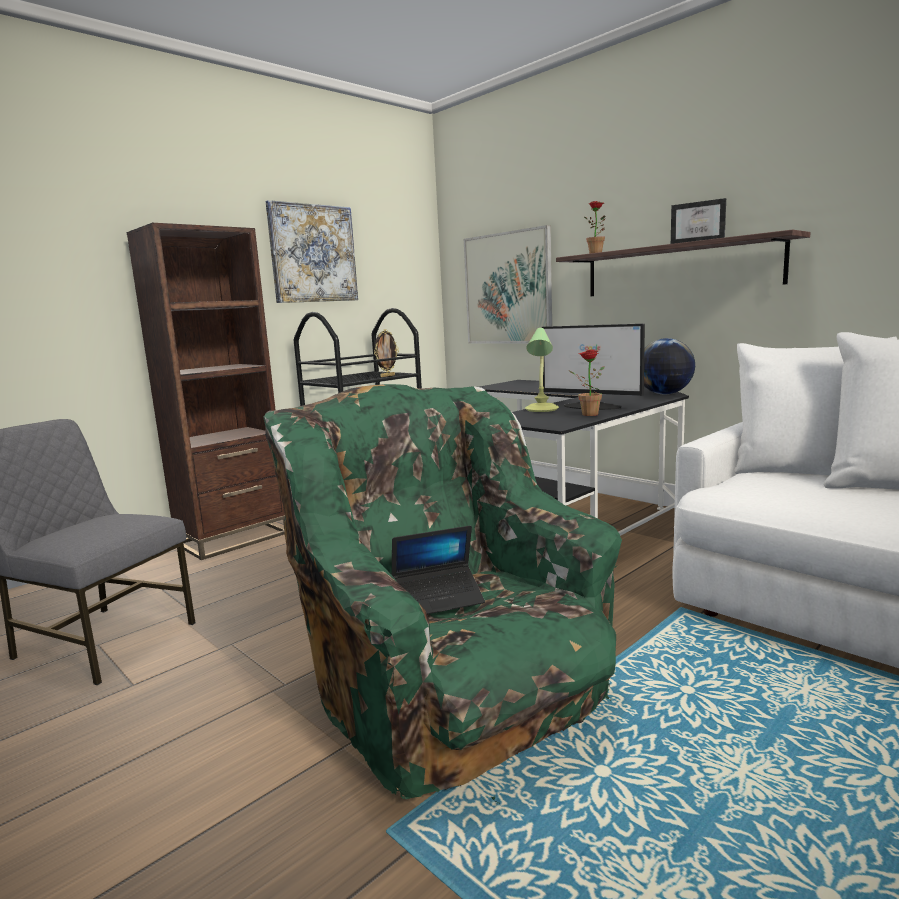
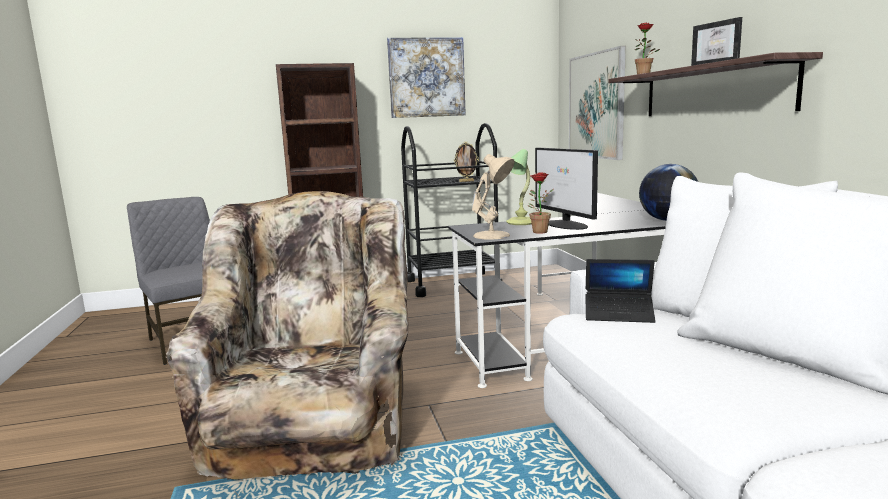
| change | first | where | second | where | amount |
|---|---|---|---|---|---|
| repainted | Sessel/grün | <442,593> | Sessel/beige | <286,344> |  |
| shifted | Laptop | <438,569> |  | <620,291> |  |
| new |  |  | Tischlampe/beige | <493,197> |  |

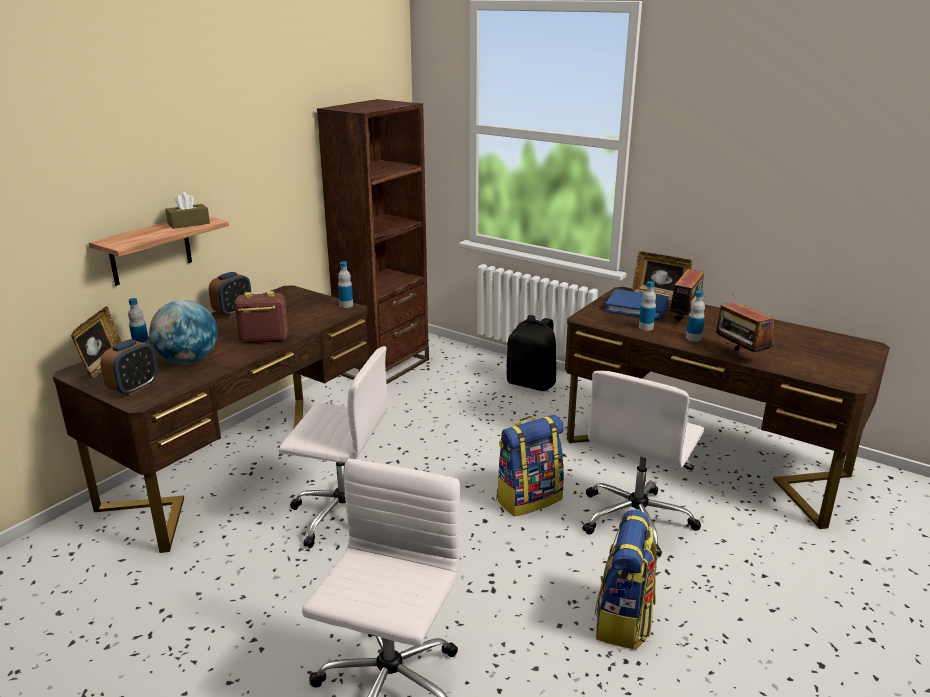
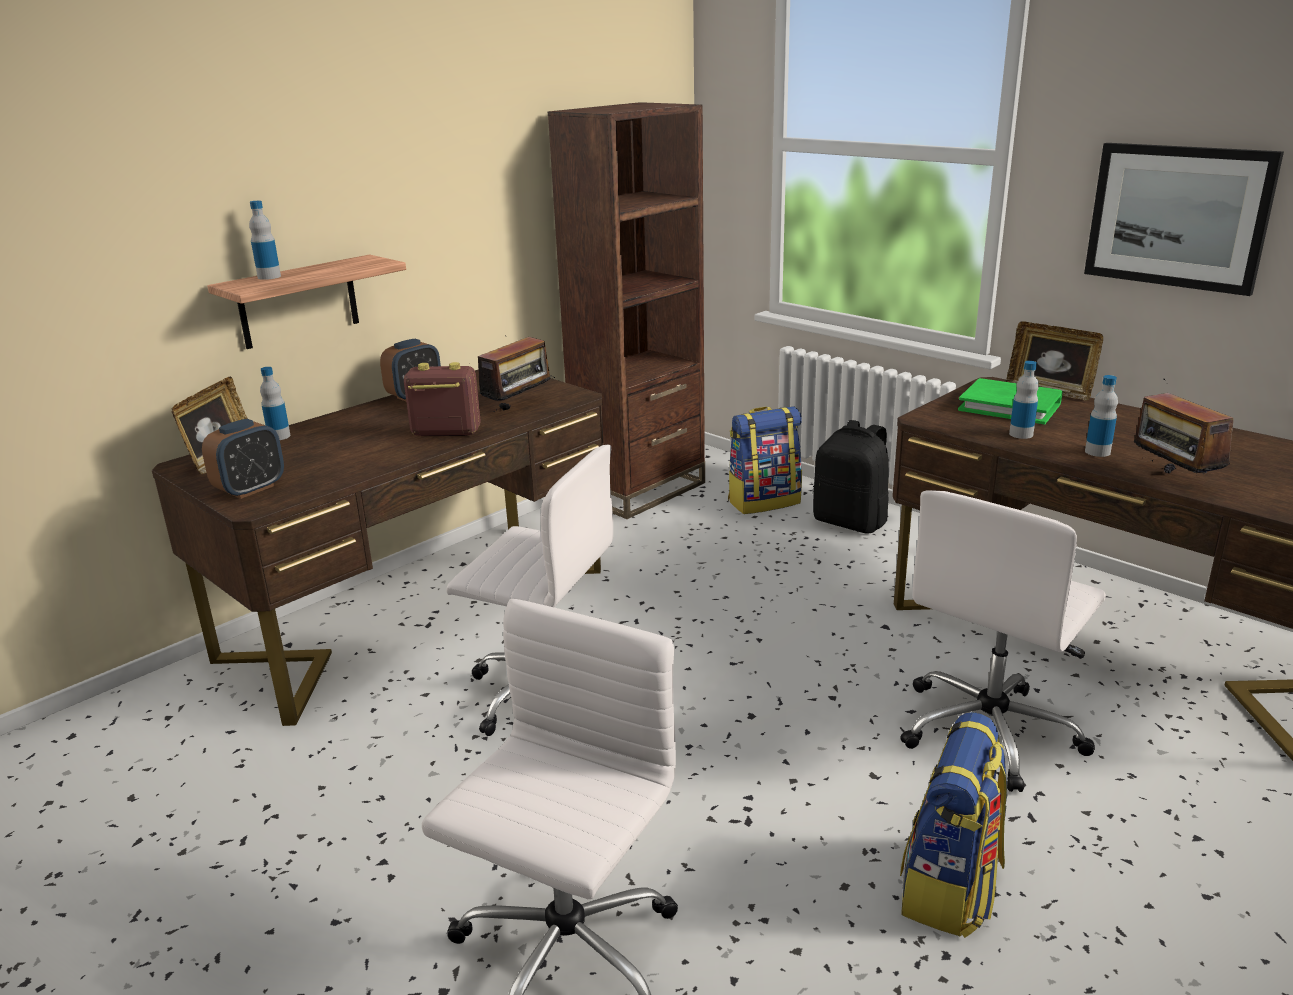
| change | first | where | second | where | amount |
|---|---|---|---|---|---|
| gone | Taschentuchbox/braun | <187,210> |  |  |  |
| shifted | Flasche | <345,285> |  | <265,240> |  |
| shifted | Radio | <687,294> |  | <516,374> |  |
| repainted | Buch/blau | <636,304> | Buch/grün | <1010,401> |  |
| gone | Globus | <183,332> |  |  |  |
| shifted | Rucksack | <530,466> |  | <765,460> |  |
| new |  |  | Bild | <1184,219> |  |

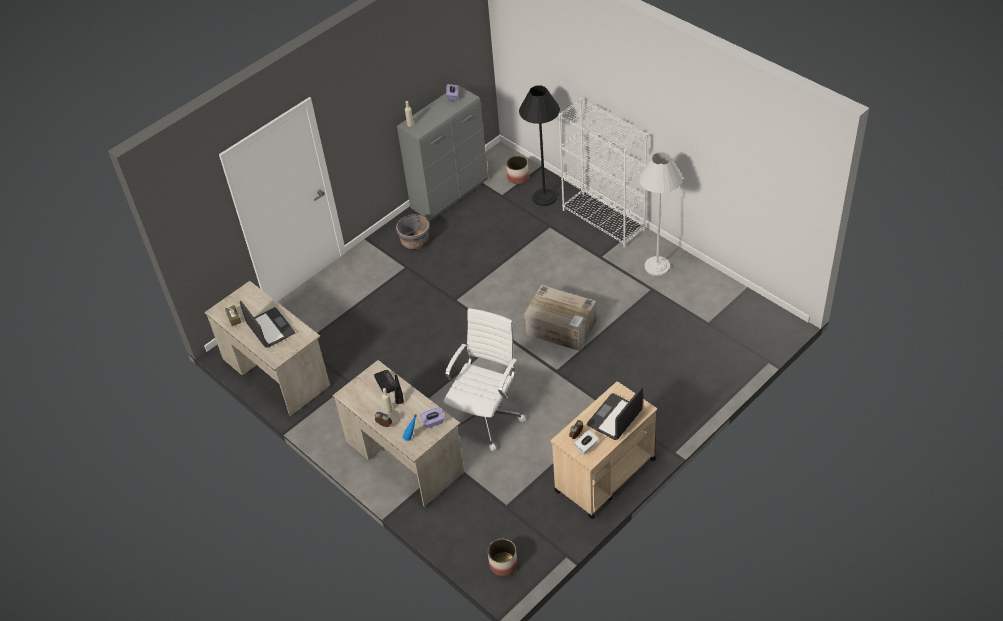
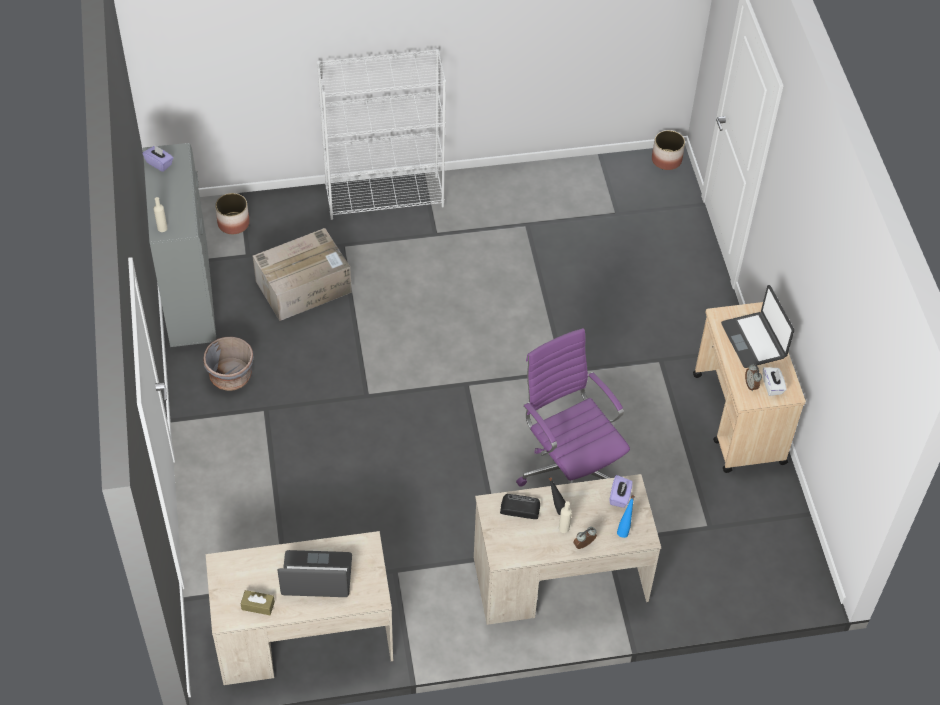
| change | first | where | second | where | amount |
|---|---|---|---|---|---|
| gone | Stehlampe/schwarz | <539,145> |  |  |  |
| gone | Stehlampe/weiß | <660,214> |  |  |  |
| shifted | Karton | <560,318> |  | <302,274> |  |
| repainted | Bürostuhl/weiß | <485,379> | Bürostuhl/lila | <573,407> |  |
| shifted | Pflanzkübel | <503,557> |  | <668,150> |  |

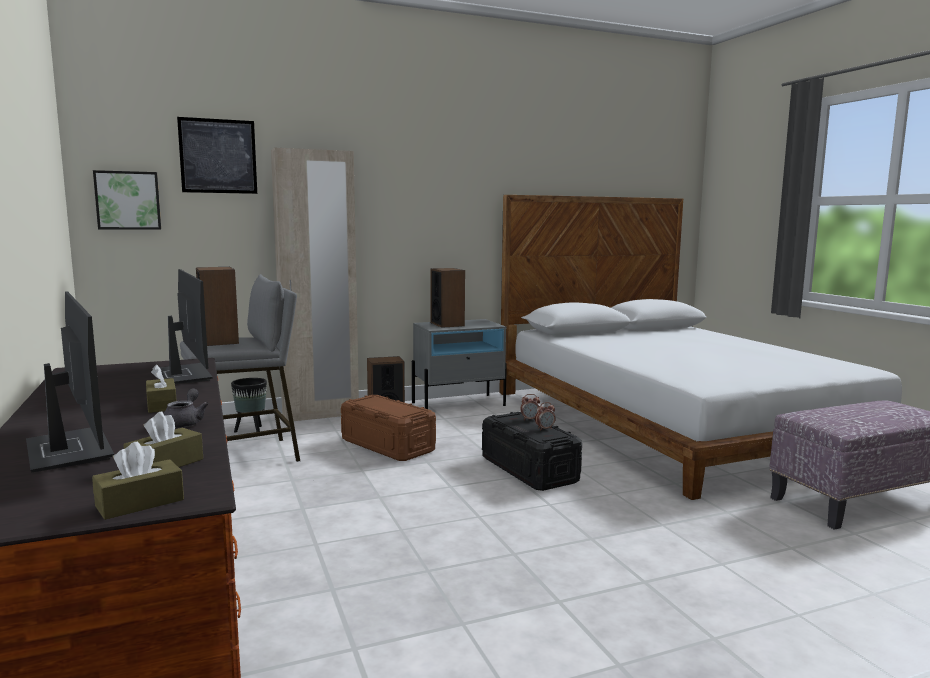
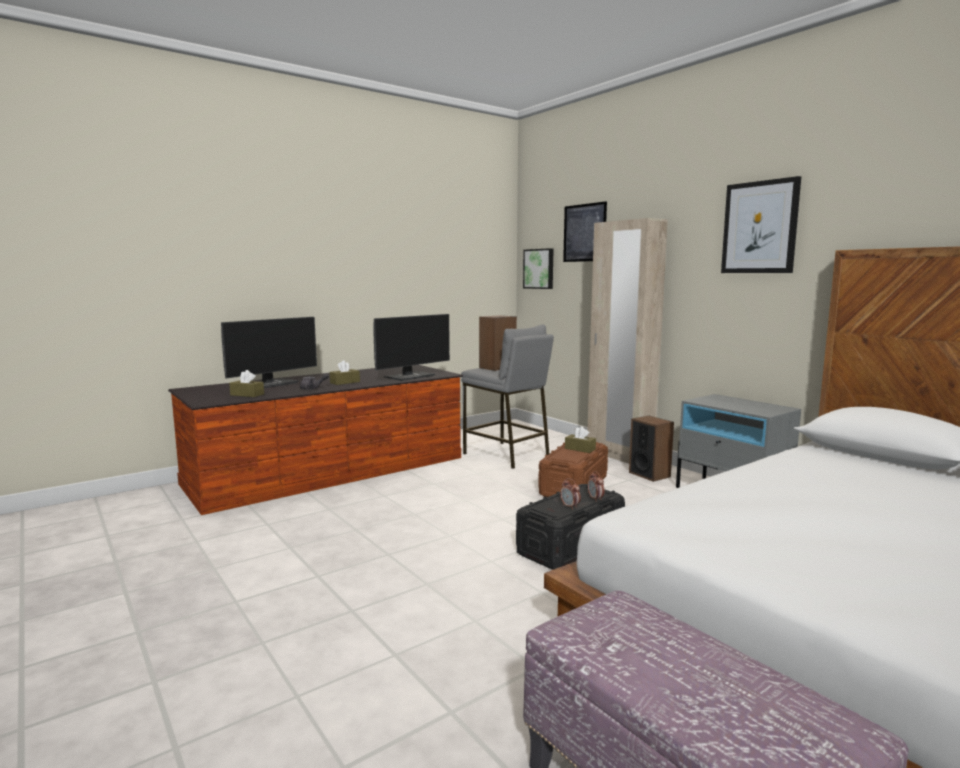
| change | first | where | second | where | amount |
|---|---|---|---|---|---|
| gone | Lautsprecher | <448,298> |  |  |  |
| gone | Pflanzkübel/schwarz | <249,405> |  |  |  |
| shifted | Taschentuchbox/braun | <138,481> |  | <580,439> |  |
| new |  |  | Bild | <761,224> |  |

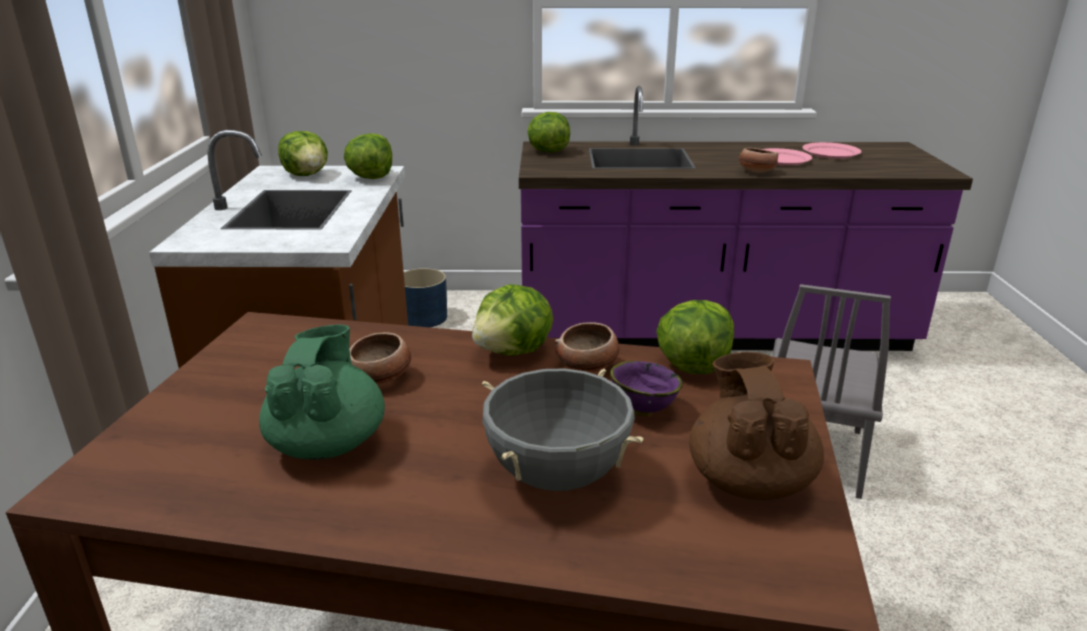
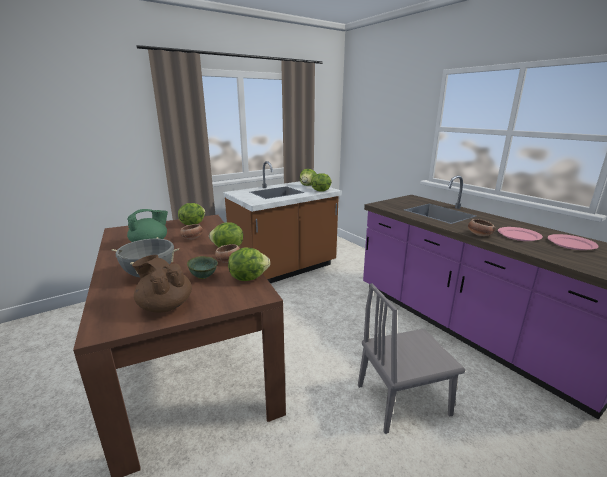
| change | first | where | second | where | amount |
|---|---|---|---|---|---|
| shifted | Salatkopf | <548,132> |  | <192,214> |  |
| gone | Pflanzkübel/blau | <425,297> |  |  |  |
| rotated | Teekanne/braun | <756,426> |  | <162,284> | 105 degrees counterclockwise |
| repainted | Schüssel/lila | <646,388> | Schüssel/grün | <202,267> |  |

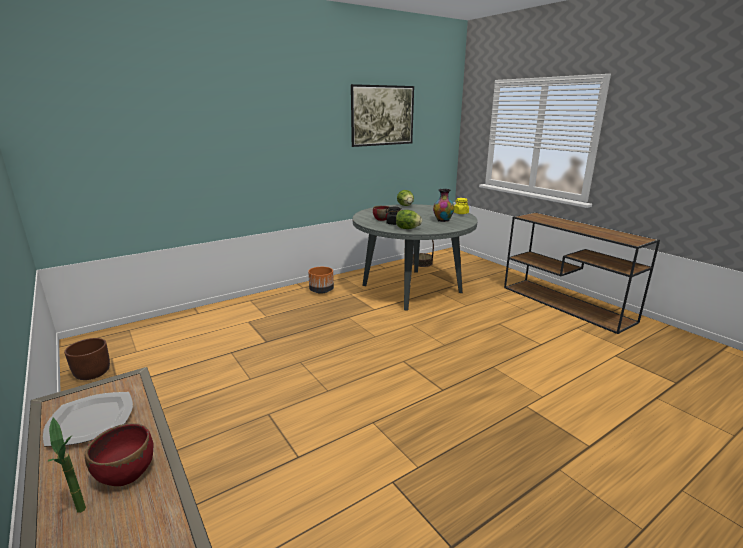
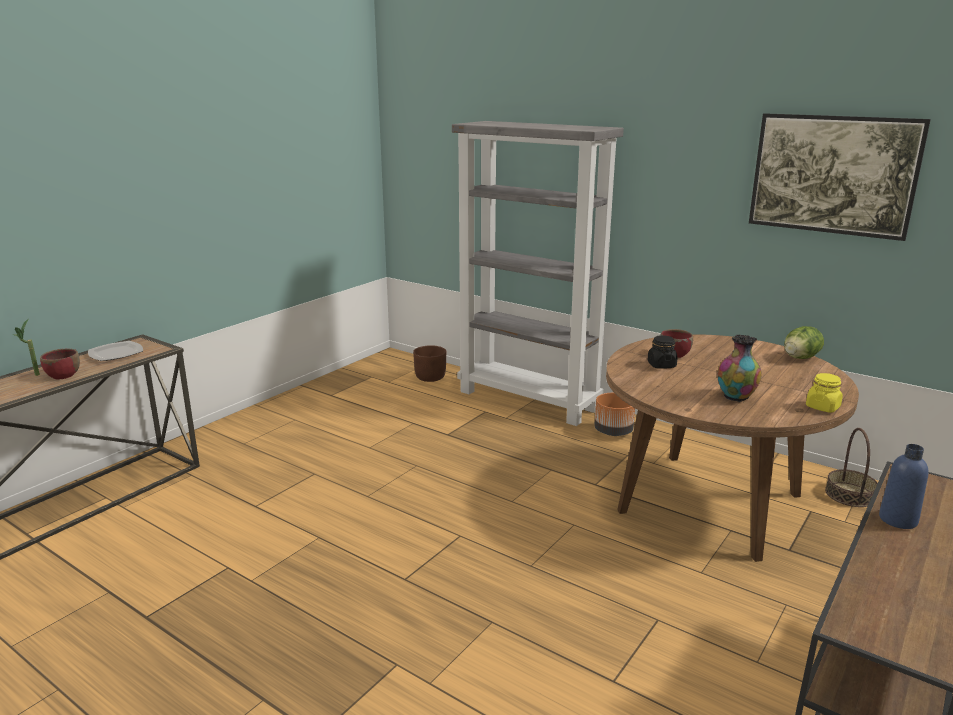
| change | first | where | second | where | amount |
|---|---|---|---|---|---|
| repainted | Esstisch/grau | <415,257> | Esstisch/braun | <732,448> |  |
| gone | Salatkopf | <409,219> |  |  |  |
| shifted | Pflanzkübel/braun | <87,359> |  | <429,363> |  |
| new |  |  | Bücherregal/grau | <538,273> |  |
| new |  |  | Flasche/blau | <903,486> |  |

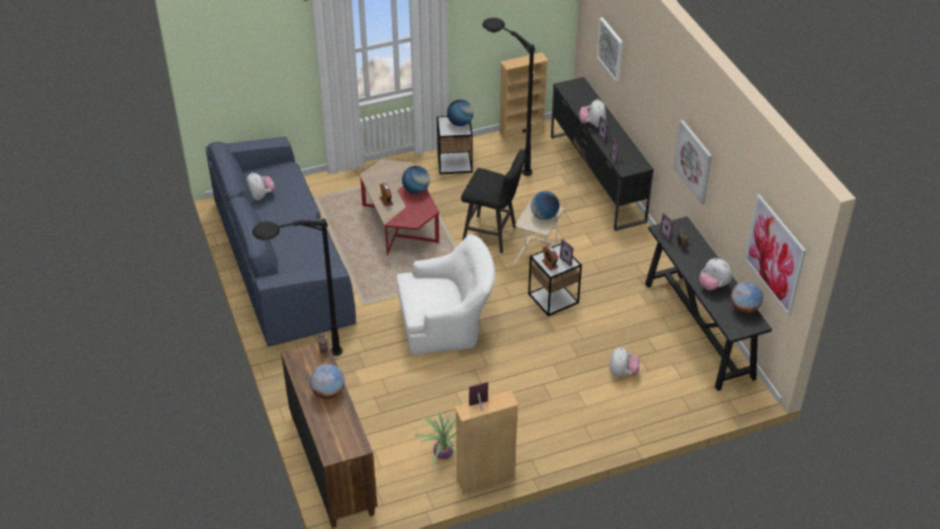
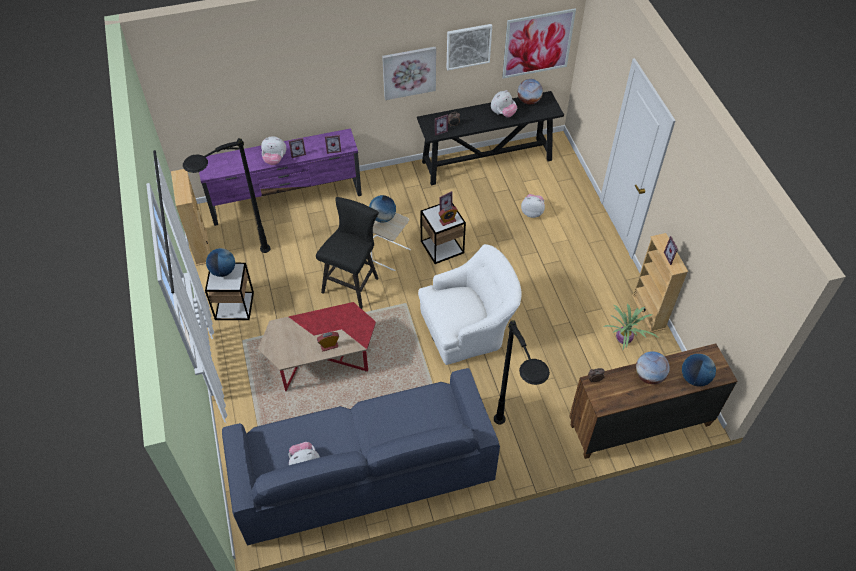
| change | first | where | second | where | amount |
|---|---|---|---|---|---|
| shifted | Bild | <610,49> |  | <469,47> |  |
| repainted | Fernsehschrank/schwarz | <602,154> | Fernsehschrank/lila | <280,177> |  |
| shifted | Globus | <416,180> |  | <699,370> |  |
| rotated | Sessel/weiß | <445,294> |  | <470,304> | 75 degrees clockwise |

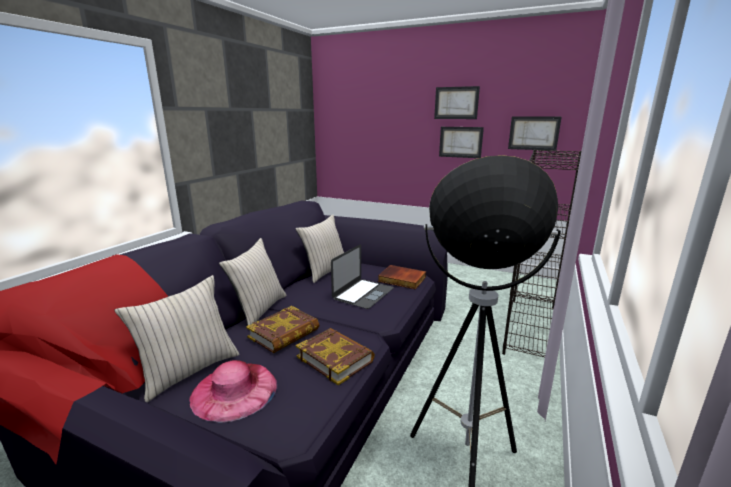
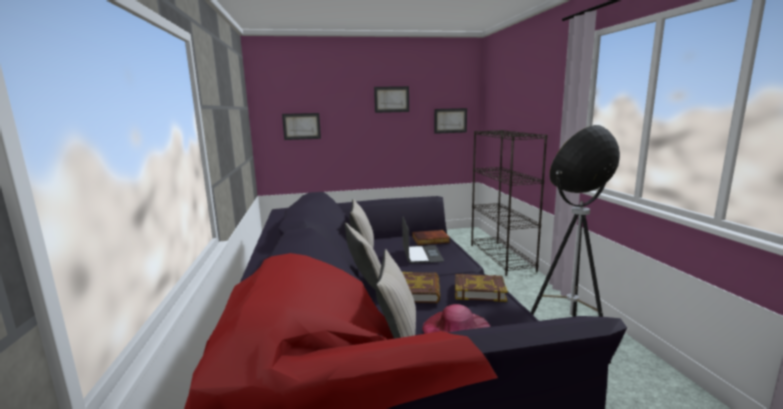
| change | first | where | second | where | amount |
|---|---|---|---|---|---|
| shifted | Bild | <461,142> |  | <301,126> |  |

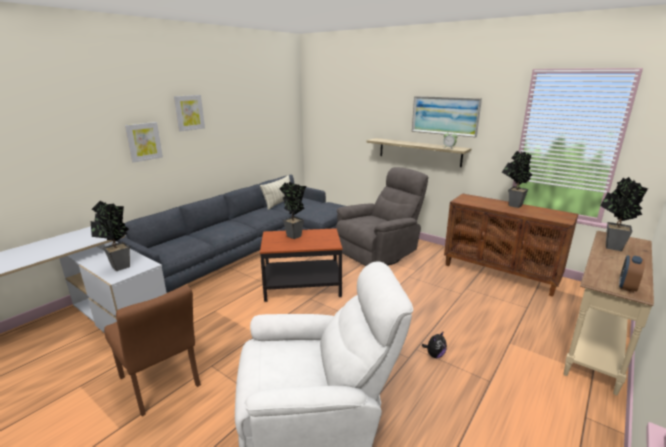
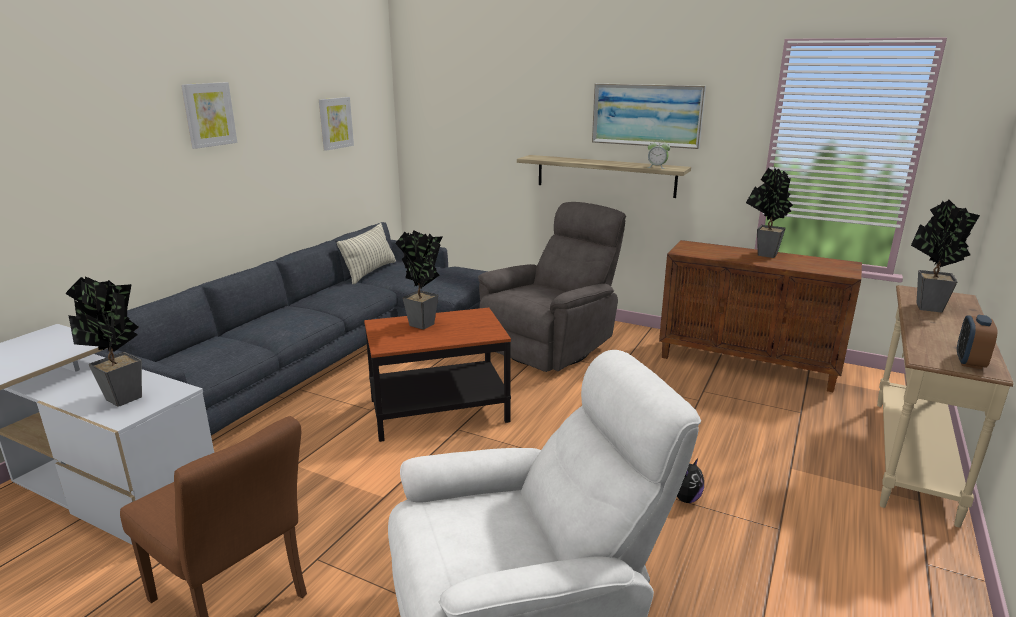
| change | first | where | second | where | amount |
|---|---|---|---|---|---|
| shifted | Bild | <144,142> |  | <336,124> |  |

